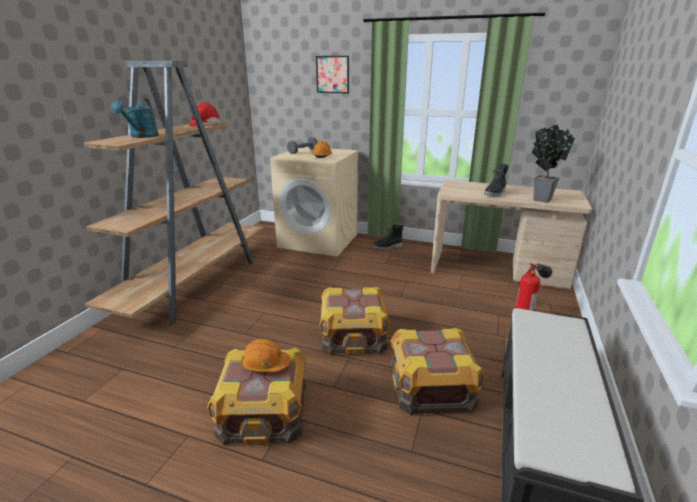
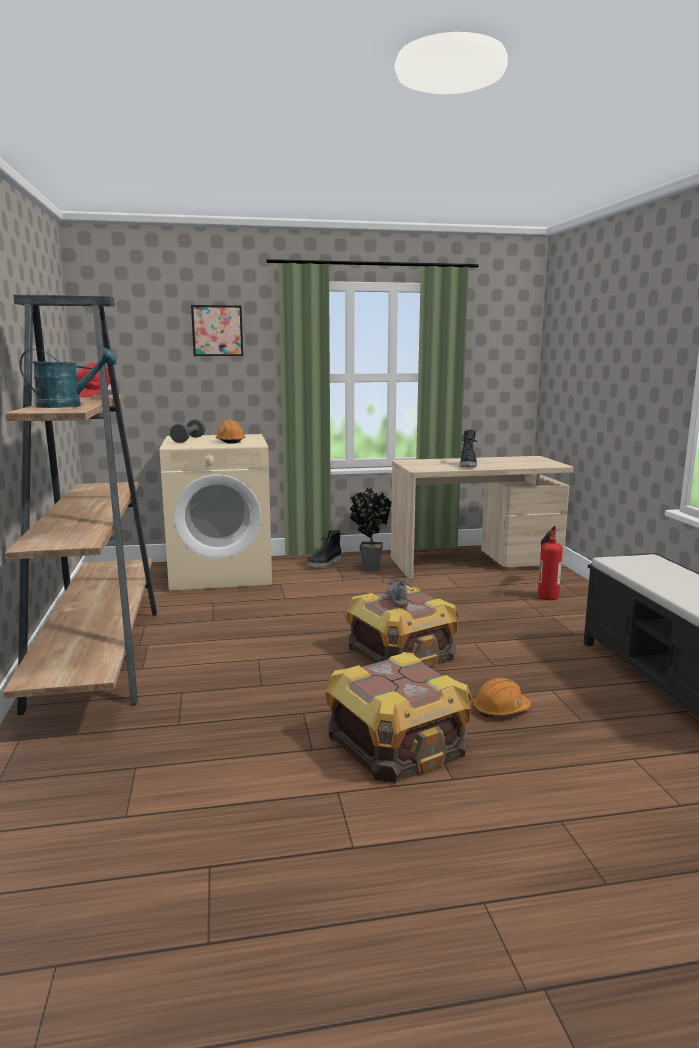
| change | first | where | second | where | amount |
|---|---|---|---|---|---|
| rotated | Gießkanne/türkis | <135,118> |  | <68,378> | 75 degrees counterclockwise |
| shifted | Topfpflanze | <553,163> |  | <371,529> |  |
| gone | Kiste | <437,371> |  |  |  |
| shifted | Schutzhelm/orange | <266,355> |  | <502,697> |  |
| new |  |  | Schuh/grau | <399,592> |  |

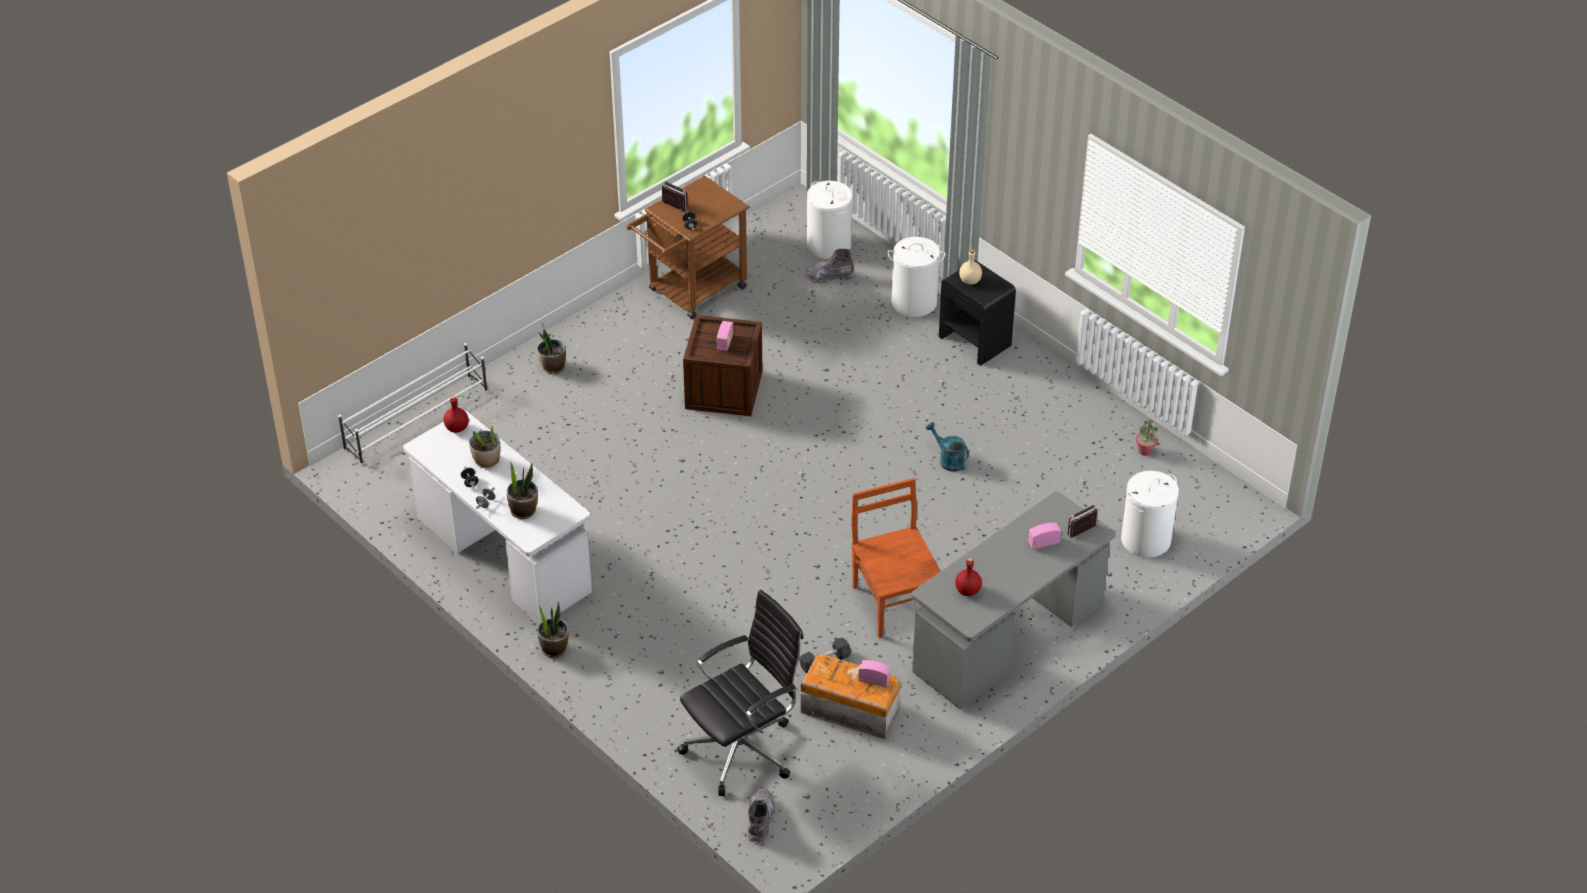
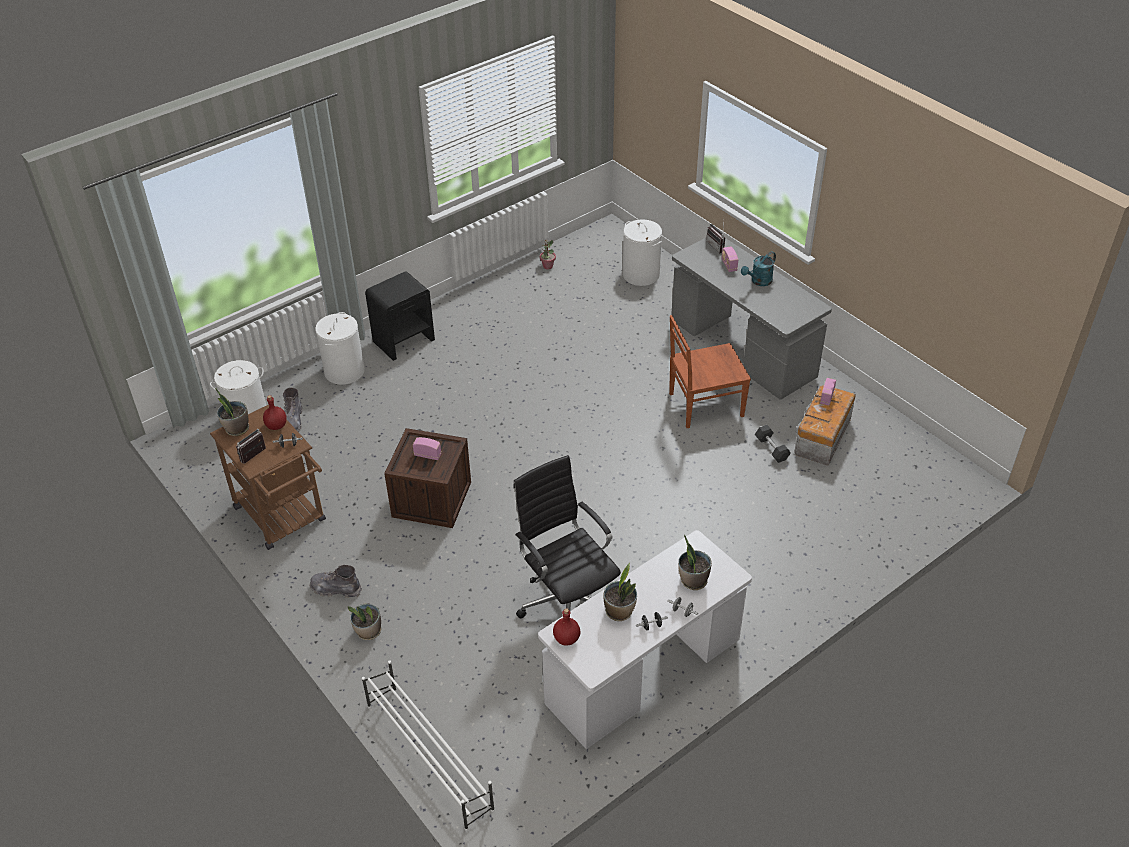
| change | first | where | second | where | amount |
|---|---|---|---|---|---|
| gone | Flasche/beige | <970,266> |  |  |  |
| shifted | Gießkanne/türkis | <947,447> |  | <758,268> |  |
| shifted | Flasche/rot | <968,577> |  | <275,412> |  |
| shifted | Bürostuhl/schwarz | <740,693> |  | <567,537> |  |
| shifted | Topfpflanze | <553,629> |  | <232,412> |  |
| shifted | Stiefel/grau | <762,815> |  | <335,581> |  |

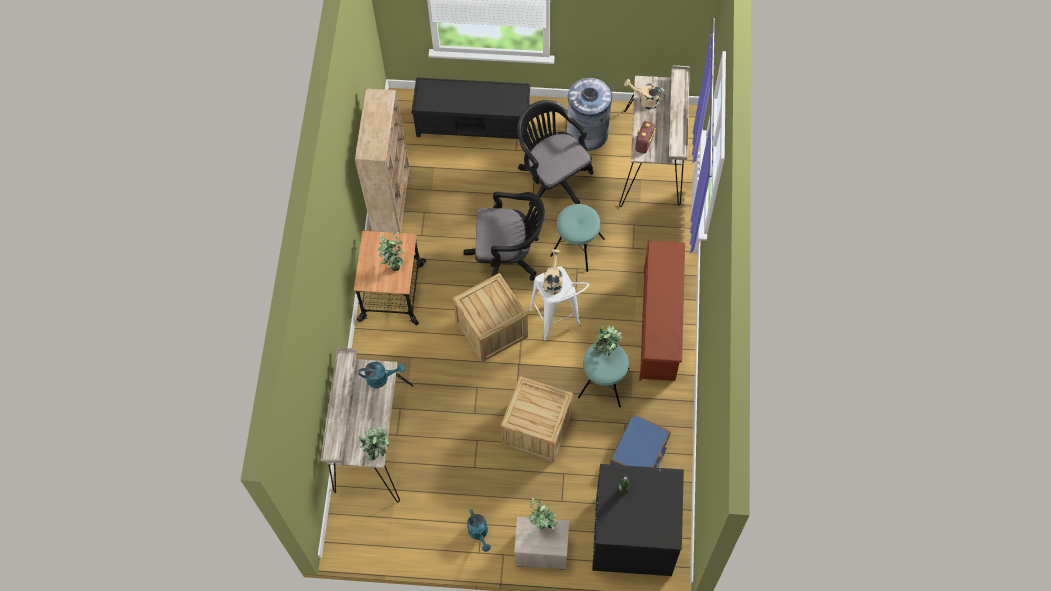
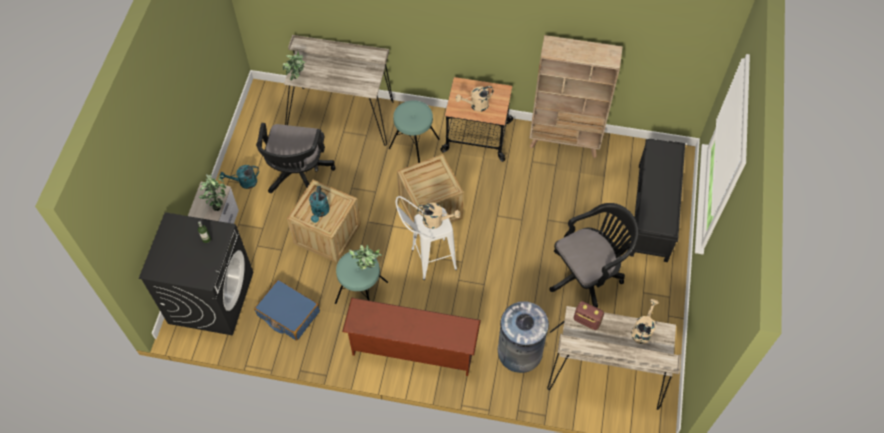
| change | first | where | second | where | amount |
|---|---|---|---|---|---|
| shifted | Mülleimer/grau | <589,114> |  | <523,337> |  |
| shifted | Bürostuhl/schwarz | <504,236> |  | <296,158> |  |
| shifted | Hocker/türkis | <577,238> |  | <414,131> |  |
| swapped | Topfpflanze | <391,251> | Gießkanne/beige | <474,99> |  |
| shifted | Gießkanne/türkis | <381,375> |  | <319,204> |  |

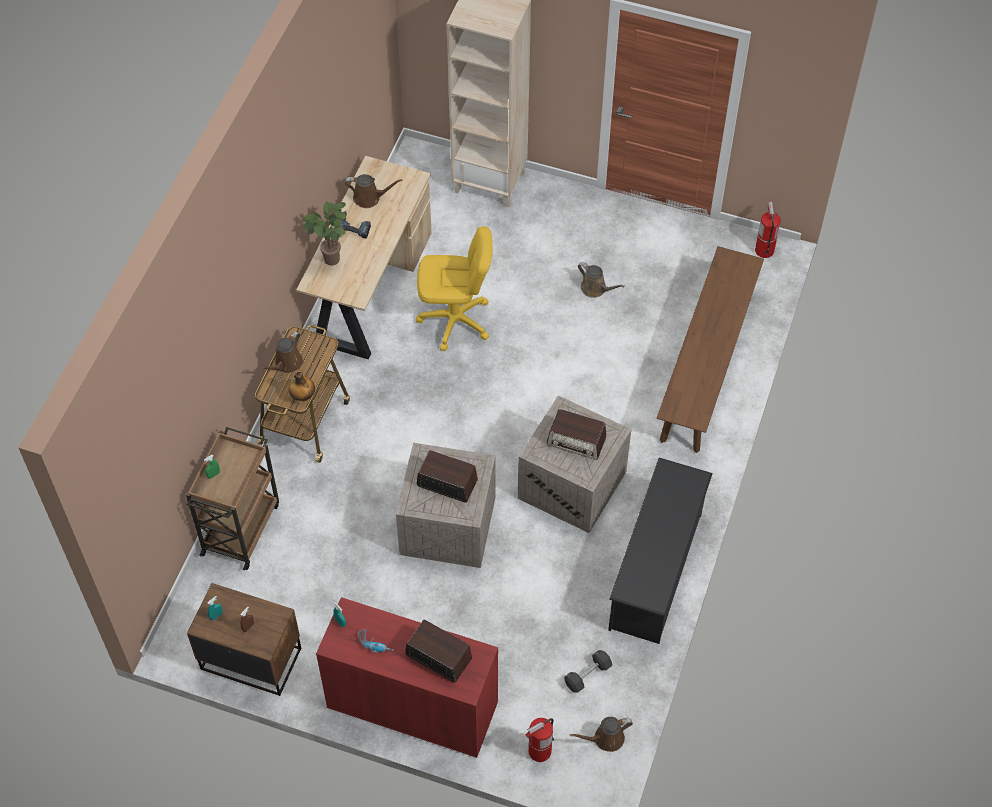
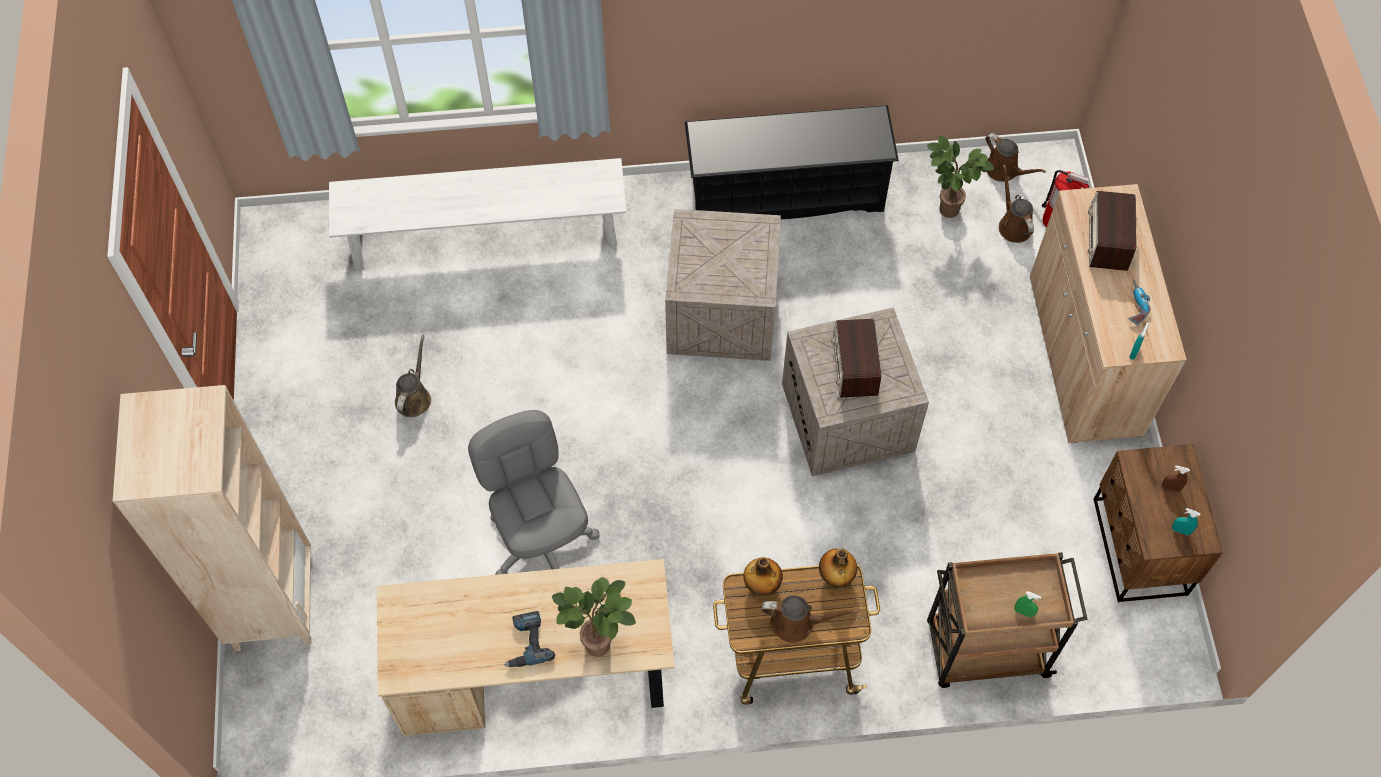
| change | first | where | second | where | amount |
|---|---|---|---|---|---|
| shifted | Gießkanne/braun | <373,191> |  | <1016,204> |  |
| gone | Feuerlöscher | <768,230> |  |  |  |
| repainted | Bürostuhl/gelb | <454,289> | Bürostuhl/grau | <534,492> |  |
| repainted | Bank/braun | <710,349> | Bank/weiß | <478,214> |  |
| gone | Radio | <576,434> |  |  |  |
| repainted | Schrank/rot | <407,677> | Schrank/beige | <1108,313> |  |
| swapped | Hantel/schwarz | <588,671> | Topfpflanze | <960,177> |  |
| new |  |  | Flasche | <763,576> |  |

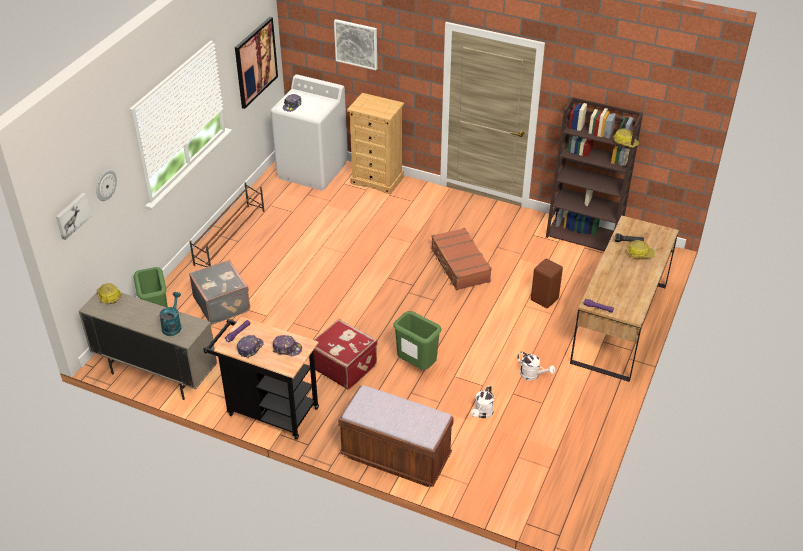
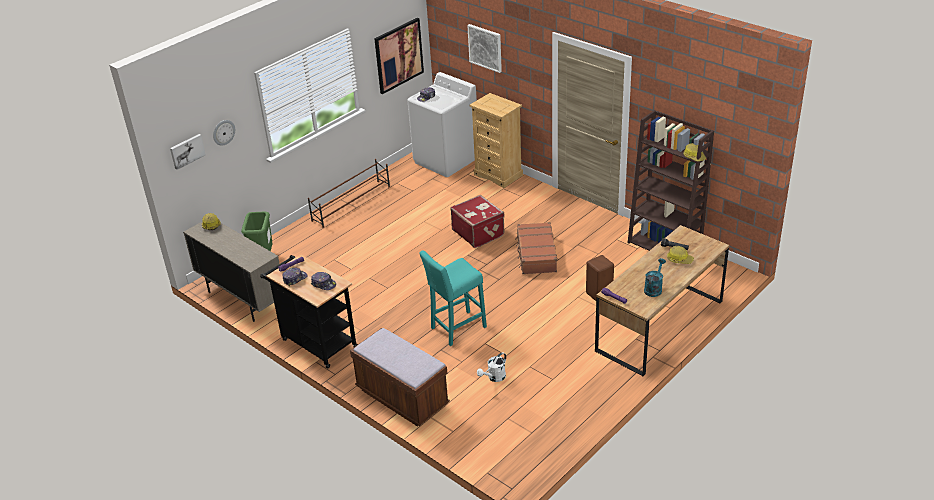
| change | first | where | second | where | amount |
|---|---|---|---|---|---|
| gone | Koffer/grau | <219,292> |  |  |  |
| shifted | Gießkanne/türkis | <170,314> |  | <655,277> |  |
| swapped | Mülleimer/grün | <417,340> | Hocker/türkis | <453,298> |  |
| shifted | Koffer/rot | <346,354> |  | <477,221> |  |
| gone | Gießkanne/weiß | <536,366> |  |  |  |

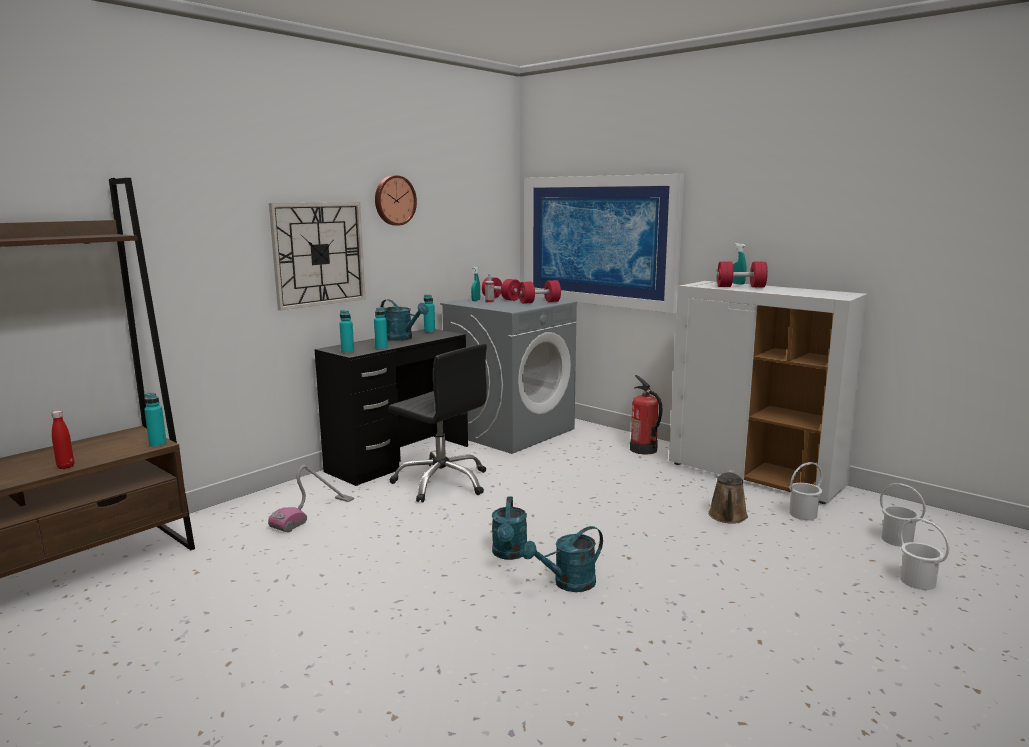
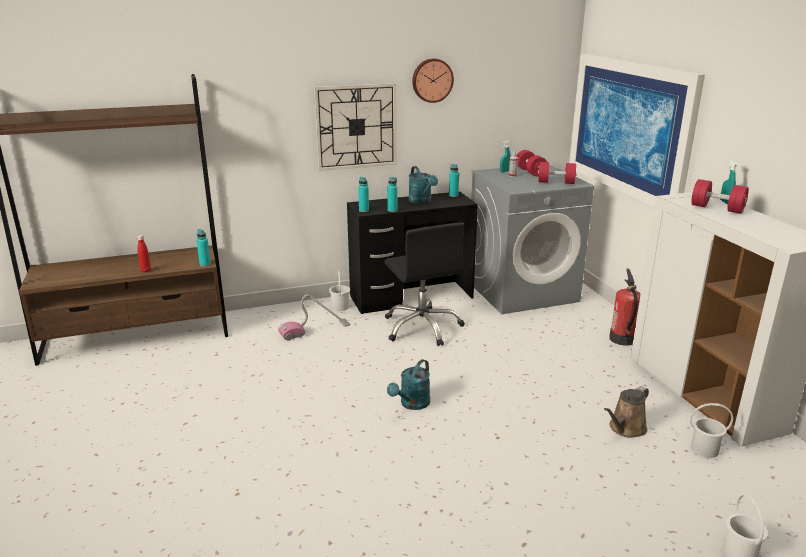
| change | first | where | second | where | amount |
|---|---|---|---|---|---|
| shifted | Eimer/weiß | <903,515> |  | <339,291> |  |
| gone | Gießkanne/türkis | <562,559> |  |  |  |

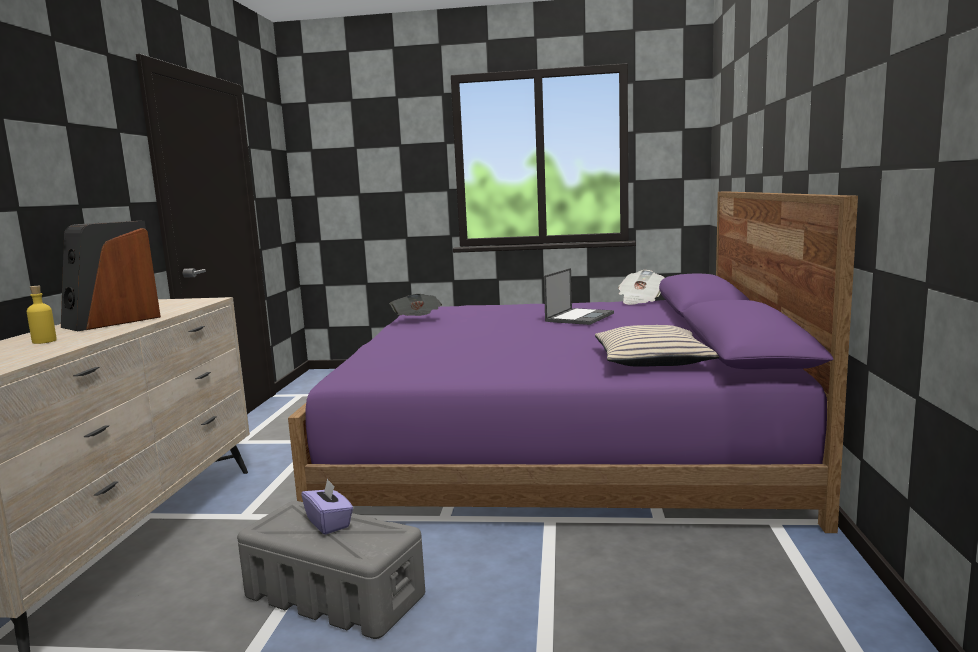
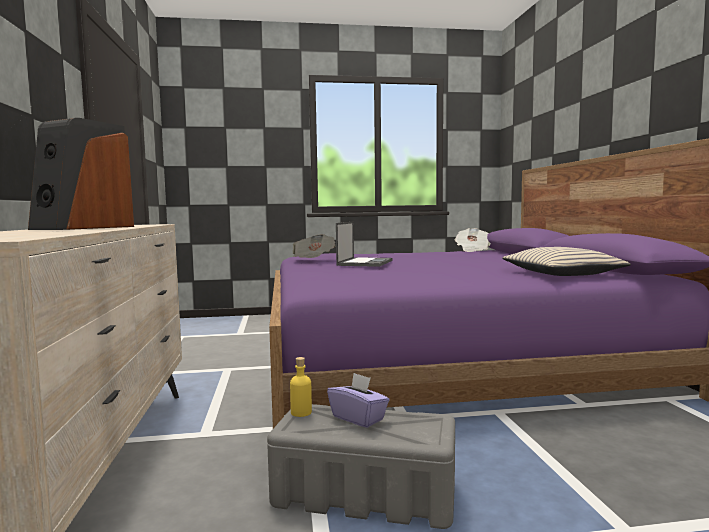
| change | first | where | second | where | amount |
|---|---|---|---|---|---|
| shifted | Laptop | <579,296> |  | <364,244> |  |
| shifted | Flasche/gelb | <42,315> |  | <301,387> |  |

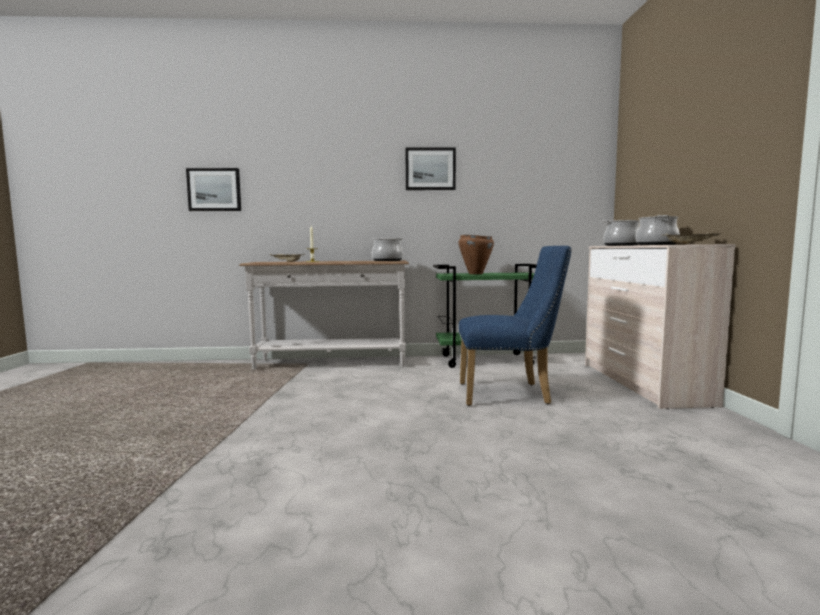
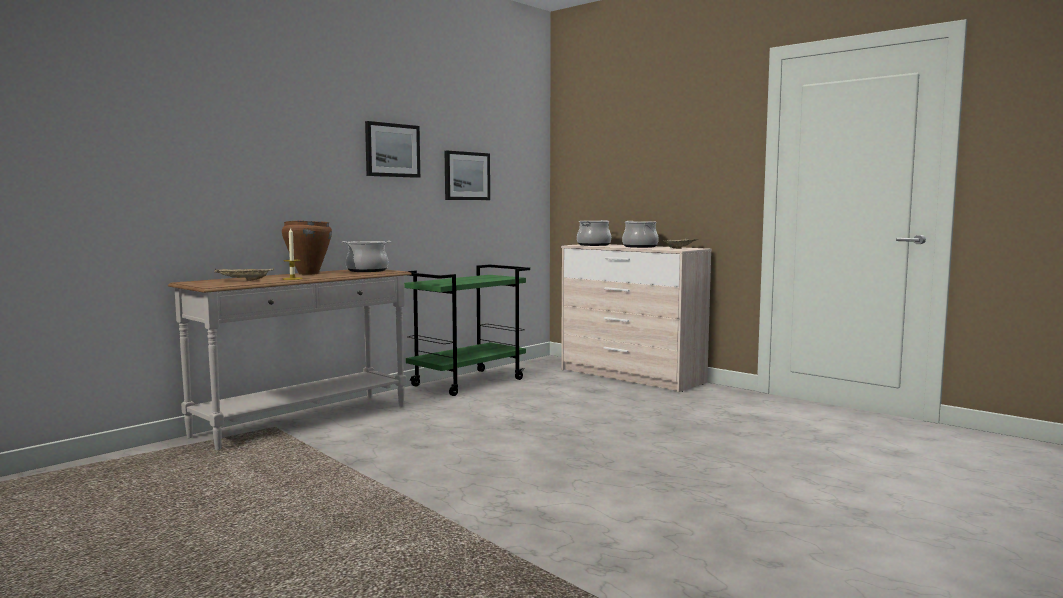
| change | first | where | second | where | amount |
|---|---|---|---|---|---|
| shifted | Bild | <213,189> |  | <467,175> |  |
| shifted | Kochtopf/braun | <476,254> |  | <307,247> |  |
| gone | Stuhl/blau | <515,326> |  |  |  |

